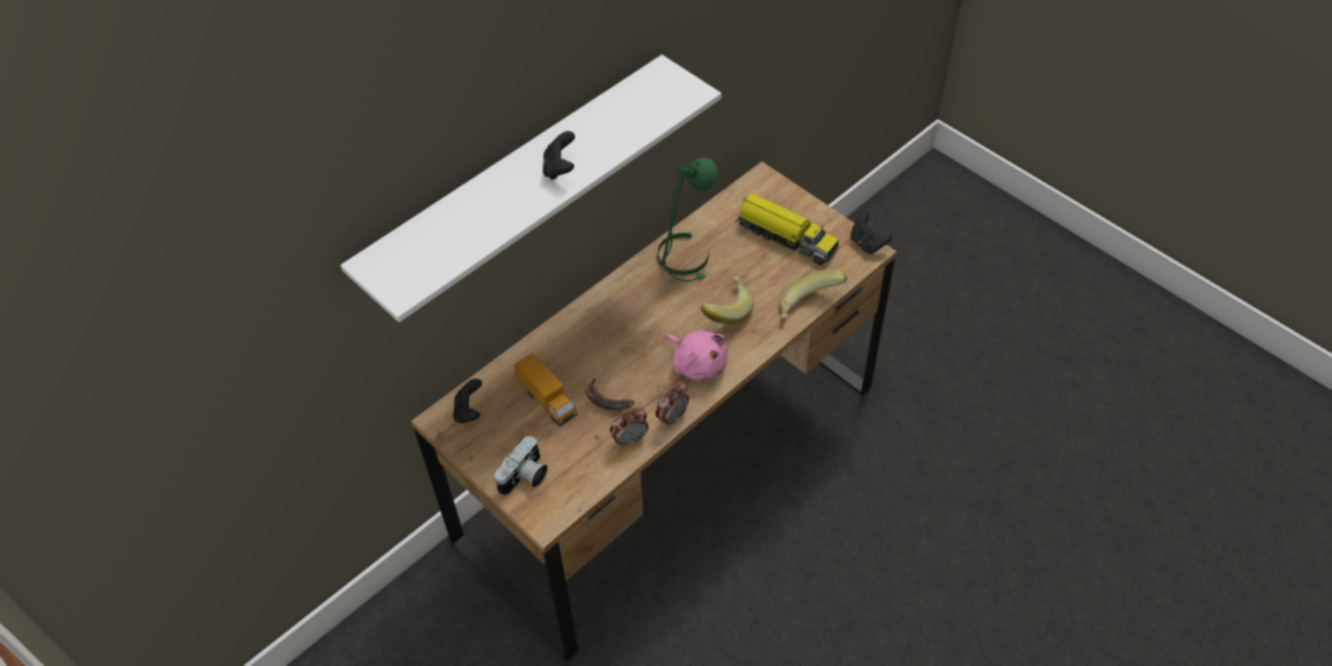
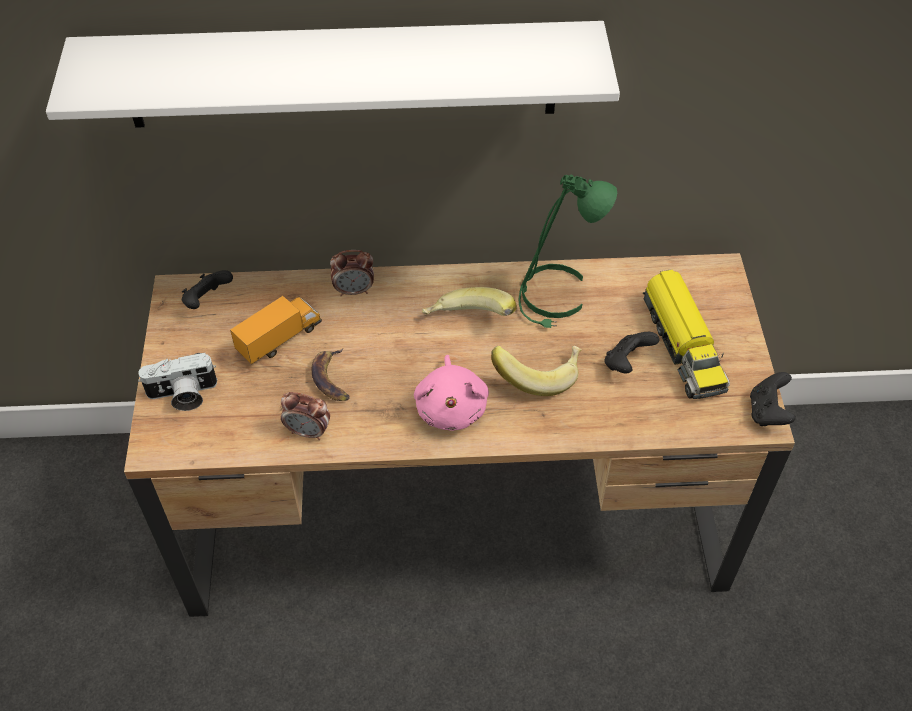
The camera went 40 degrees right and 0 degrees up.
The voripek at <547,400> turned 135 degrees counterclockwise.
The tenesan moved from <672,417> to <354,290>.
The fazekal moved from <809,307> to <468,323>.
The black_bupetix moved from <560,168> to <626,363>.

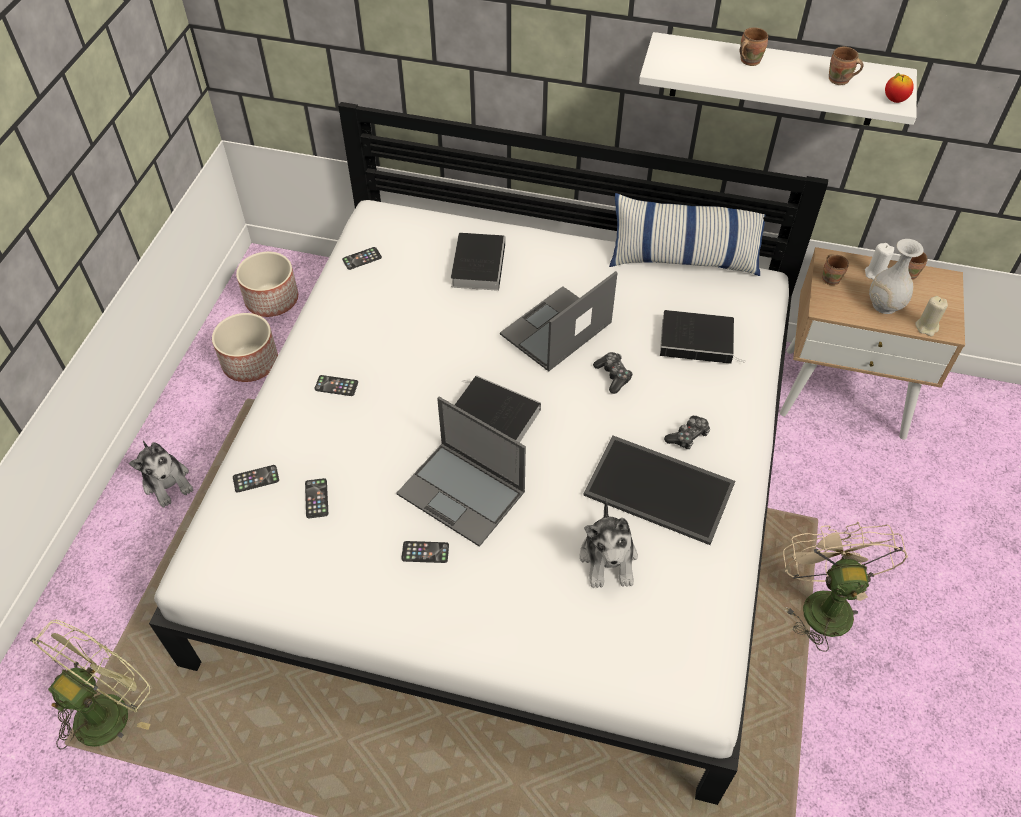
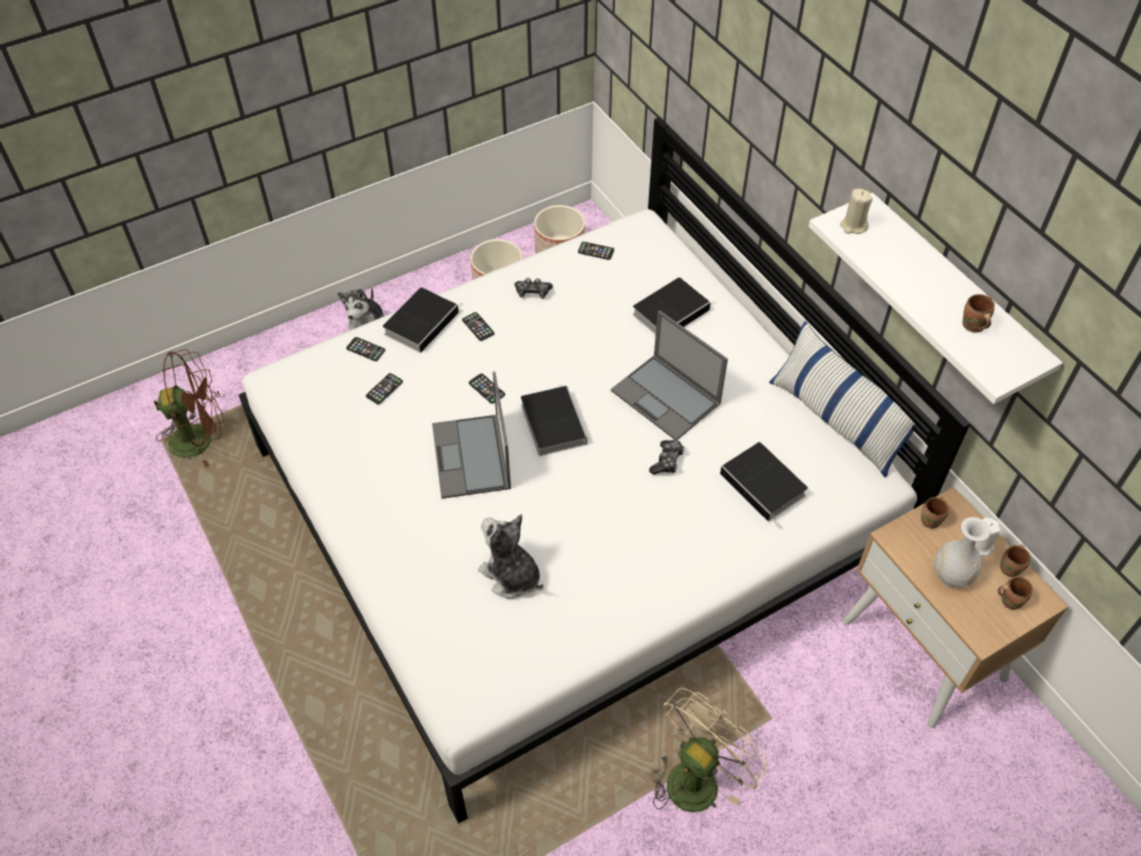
The camera went 45 degrees right and 0 degrees up.
The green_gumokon at <109,708> became the brown_gumokon at <200,438>.
The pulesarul at <422,321> appeared.
The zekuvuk moved from <425,552> to <486,389>.
The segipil at <609,558> turned 90 degrees clockwise.
The bupetix moved from <688,436> to <532,292>.
The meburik at <555,330> turned 135 degrees counterclockwise.
The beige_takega moved from <926,327> to <853,226>.
The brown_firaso moved from <748,60> to <1009,600>.
The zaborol at <661,488> disappeared.
The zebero at <894,100> disappeared.

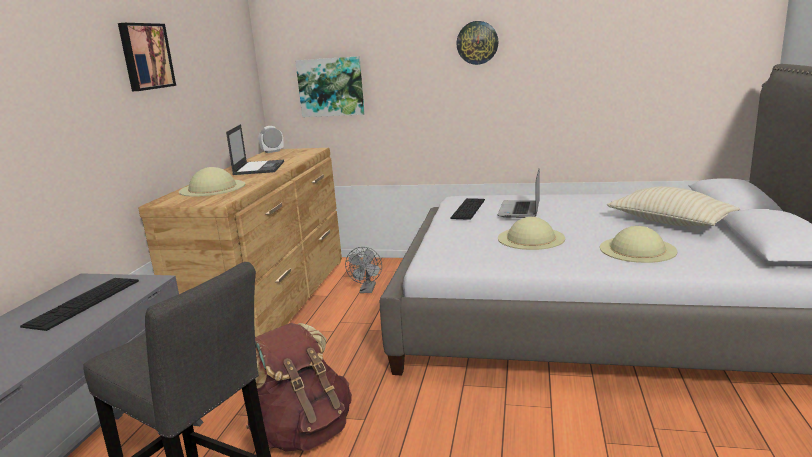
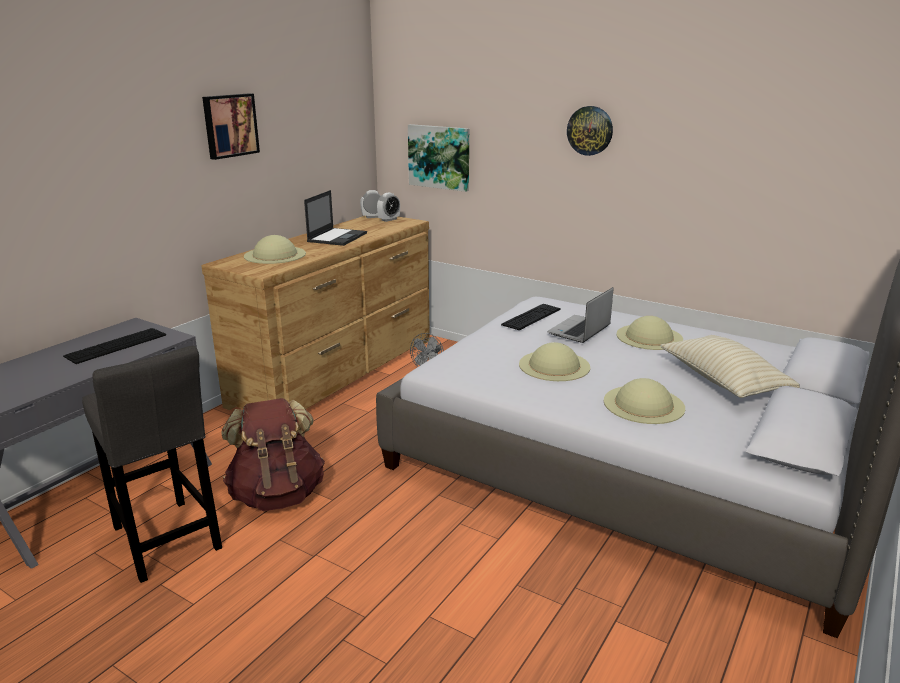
The camera went 20 degrees right and 5 degrees up.
The tenesan at <389,219> appeared.
The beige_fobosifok at <649,337> appeared.

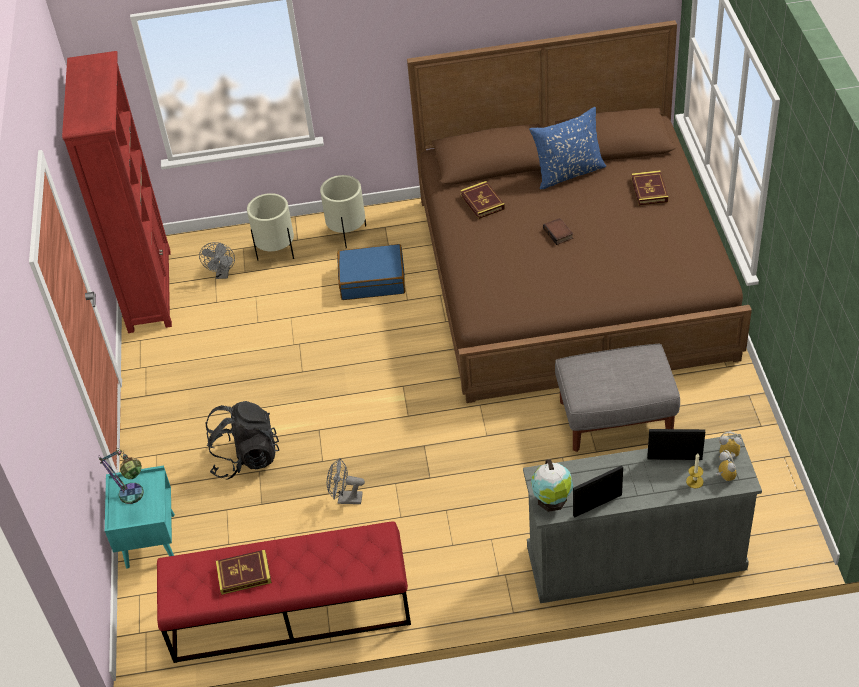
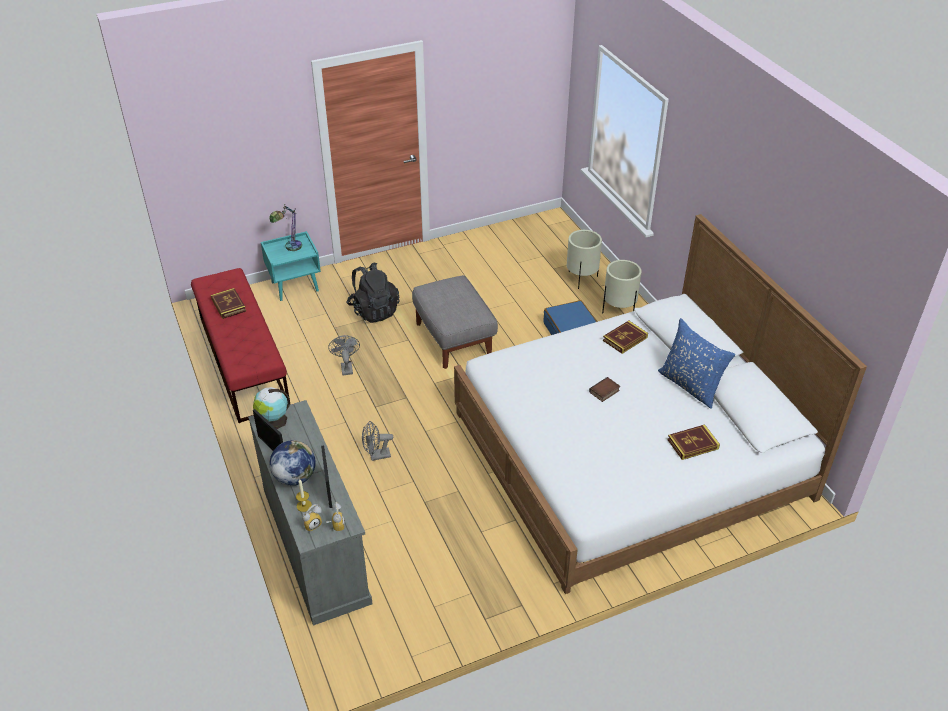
The camera went 70 degrees right and 5 degrees down.
The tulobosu at <295,477> appeared.
The grey_gumokon moved from <223,274> to <376,456>.
The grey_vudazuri moved from <616,418> to <454,339>.
The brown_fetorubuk at <571,275> became the white_fetorubuk at <629,453>.
The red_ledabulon at <149,290> disappeared.

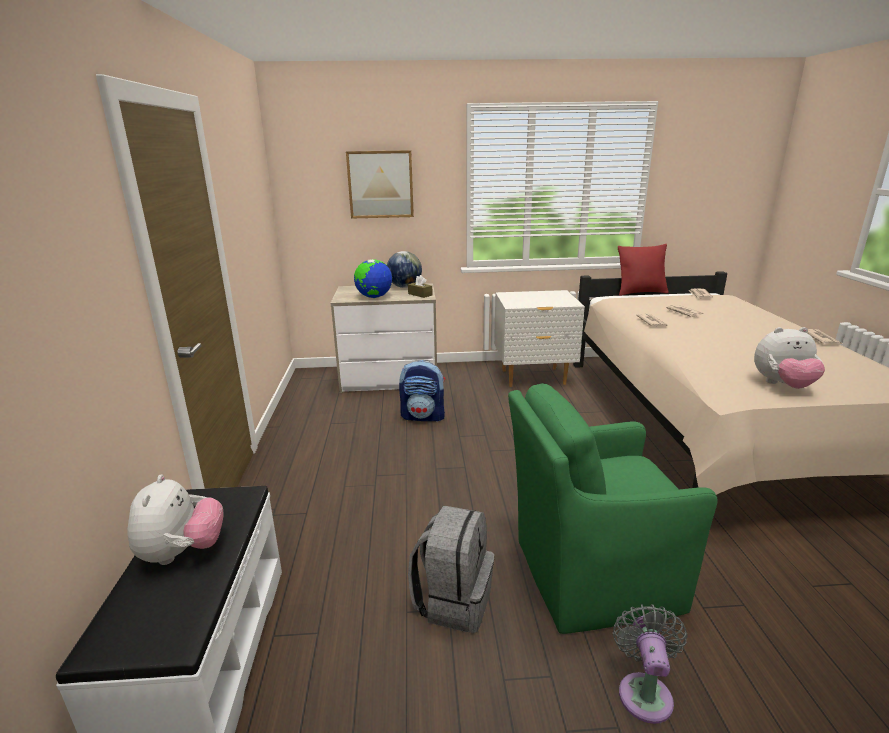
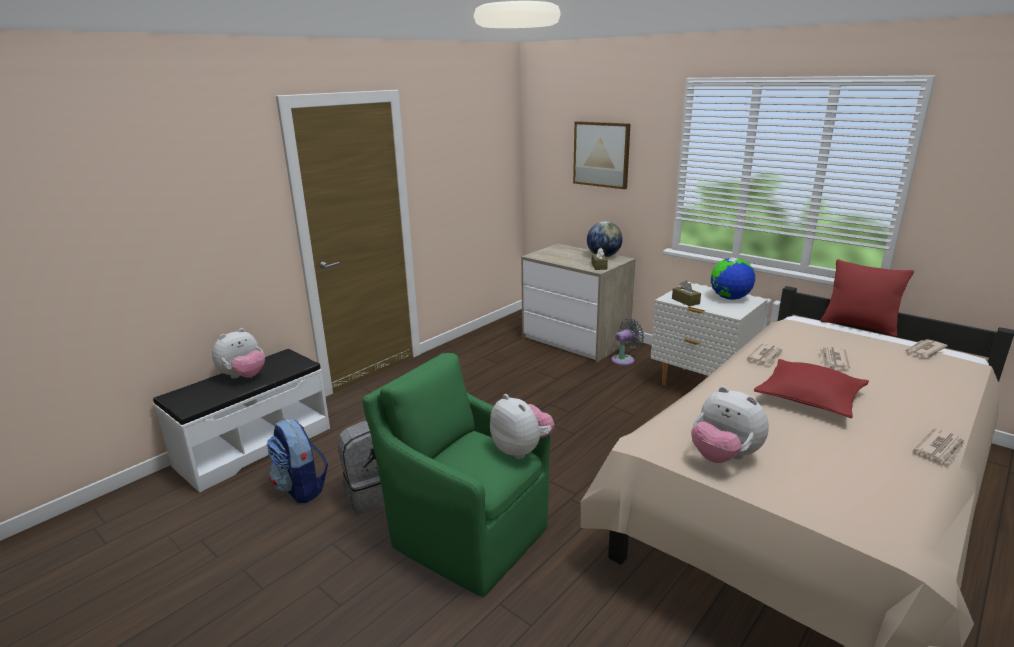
The camera went 45 degrees right and 0 degrees up.
The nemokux moved from <423,416> to <301,488>.
The segipil at <521,450> appeared.
The grey_gumokon moved from <644,691> to <624,359>.
The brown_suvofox at <685,301> appeared.
The tulobosu moved from <374,297> to <730,298>.
The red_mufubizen at <809,398> appeared.

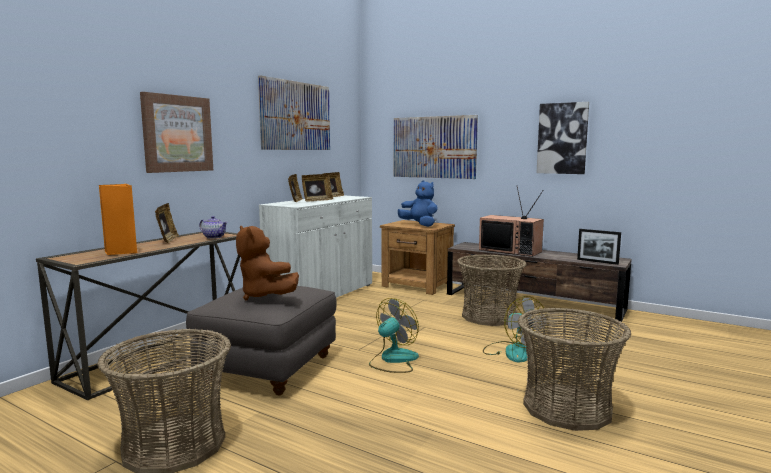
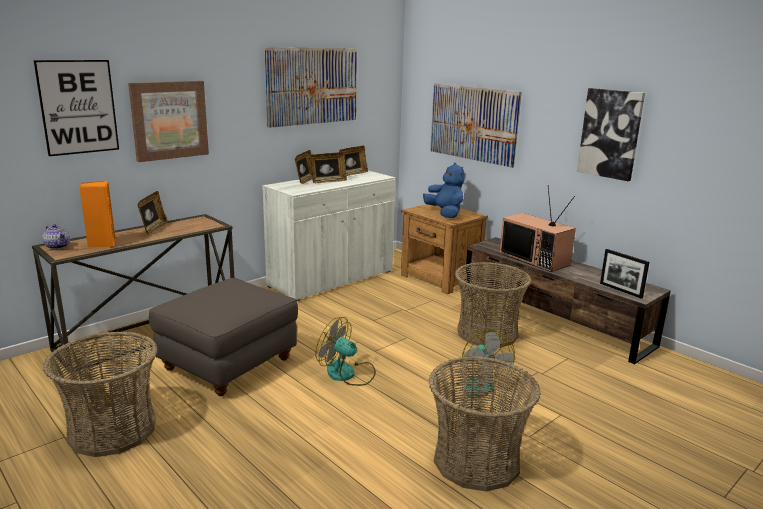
The camera went 15 degrees right and 10 degrees up.
The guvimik at <78,107> appeared.
The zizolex moved from <214,237> to <57,246>.
The gumokon at <393,360> turned 120 degrees counterclockwise.
The brown_segipil at <265,296> disappeared.

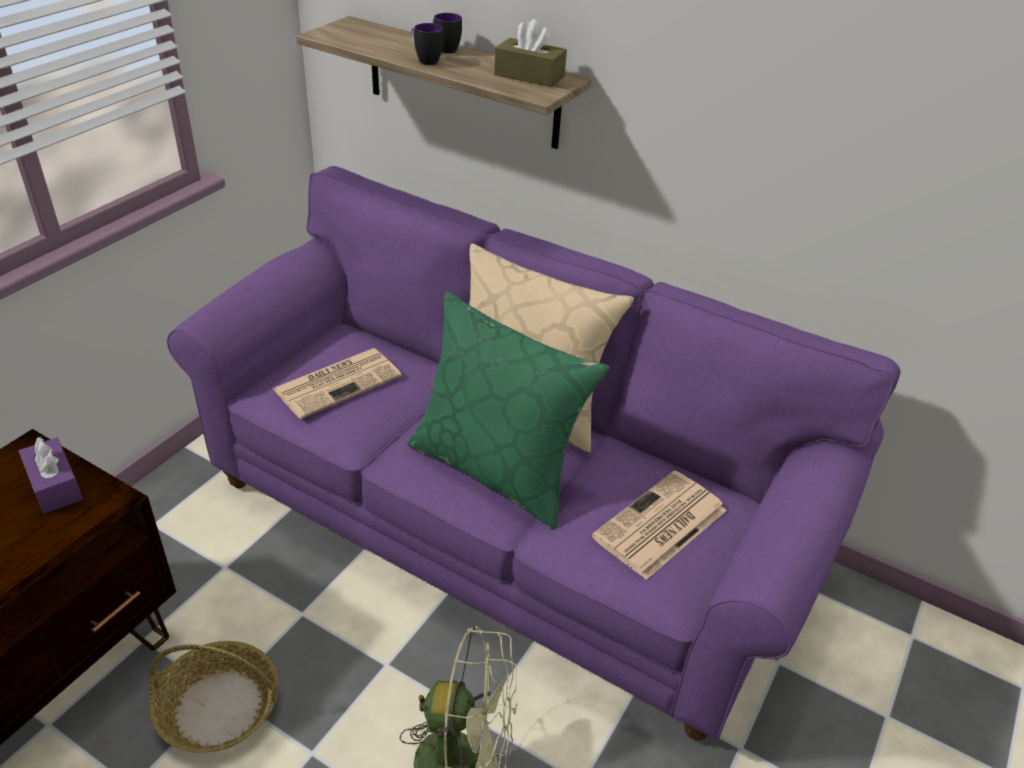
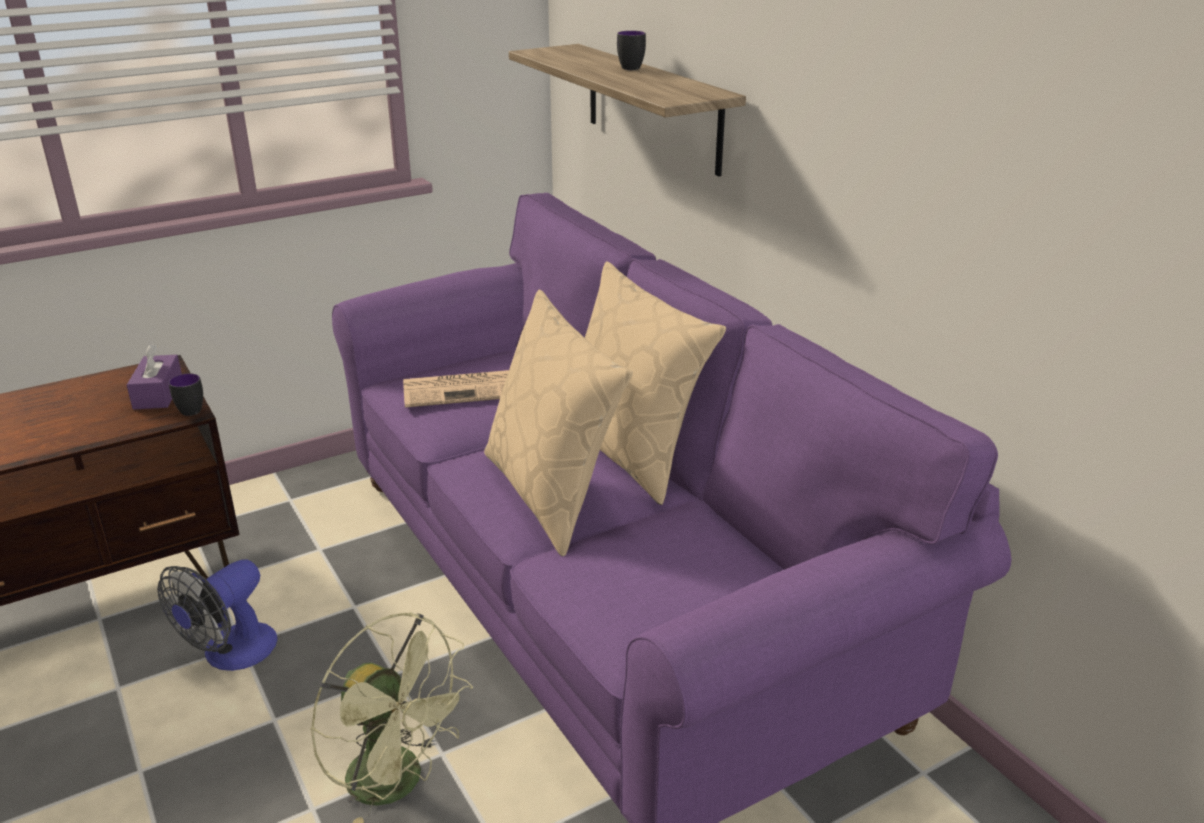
The camera went 30 degrees right and 10 degrees down.
The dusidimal at <220,707> was replaced by the gumokon at <230,654>.
The firaso moved from <425,60> to <191,408>.
The green_mufubizen at <496,469> became the beige_mufubizen at <552,493>.
The brown_suvofox at <529,76> disappeared.
The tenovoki at <659,525> disappeared.

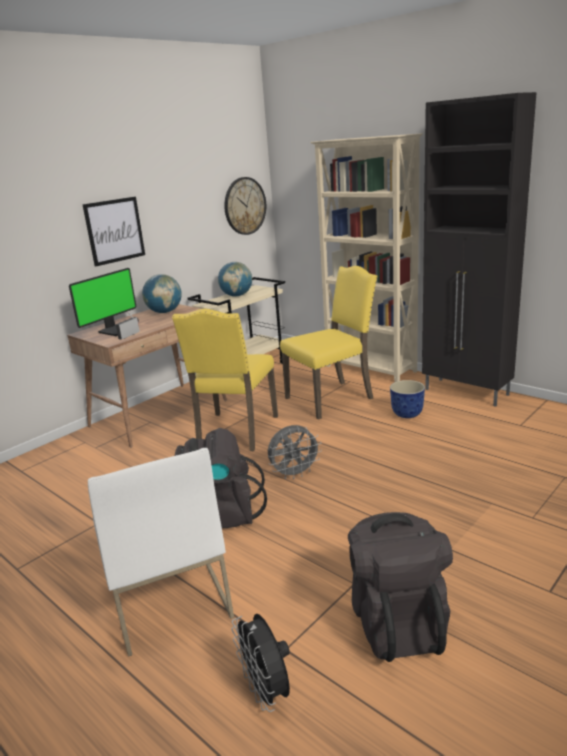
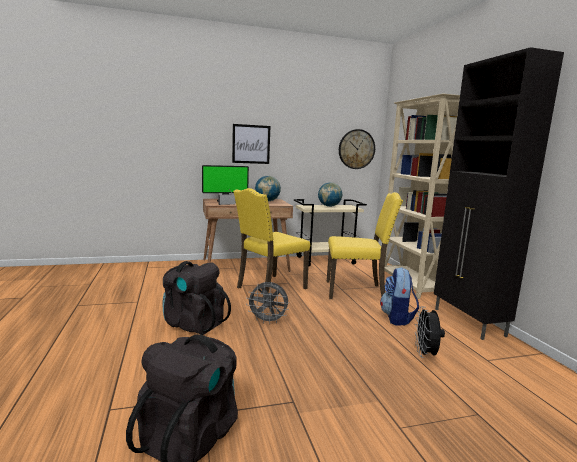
The camera went 30 degrees right and 10 degrees down.
The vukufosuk at <407,414> was replaced by the nemokux at <397,318>.
The black_gumokon moved from <267,691> to <426,354>.
The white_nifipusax at <168,598> disappeared.

